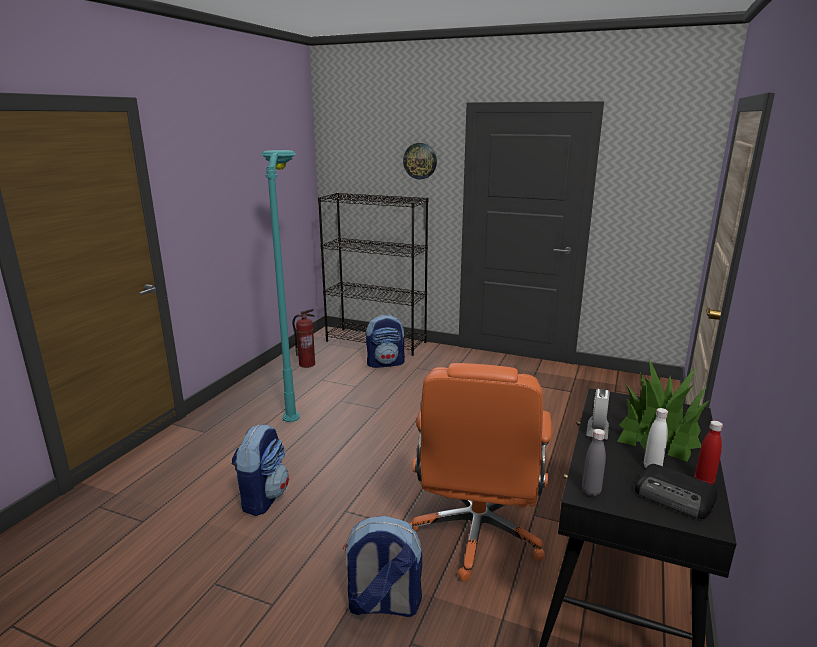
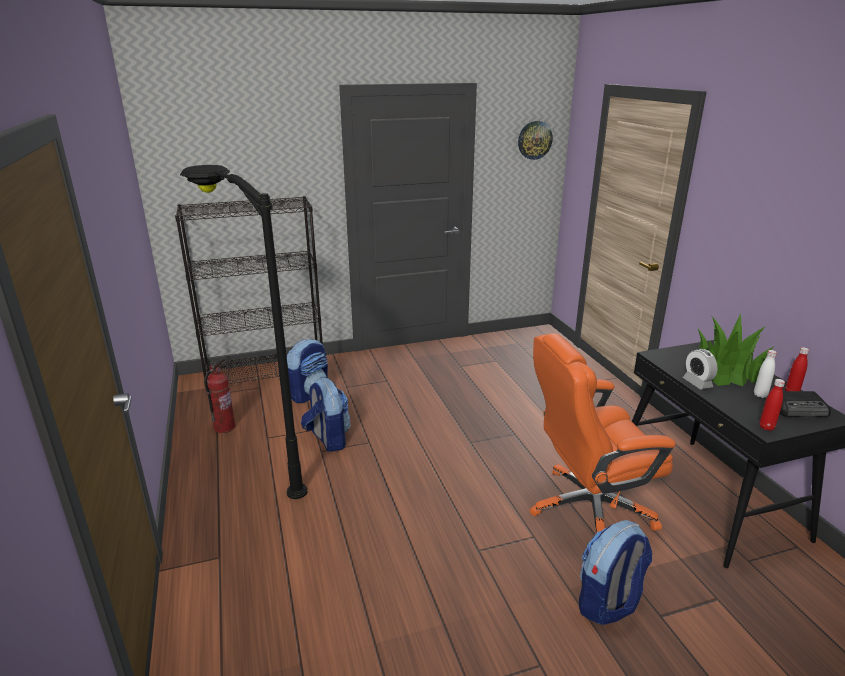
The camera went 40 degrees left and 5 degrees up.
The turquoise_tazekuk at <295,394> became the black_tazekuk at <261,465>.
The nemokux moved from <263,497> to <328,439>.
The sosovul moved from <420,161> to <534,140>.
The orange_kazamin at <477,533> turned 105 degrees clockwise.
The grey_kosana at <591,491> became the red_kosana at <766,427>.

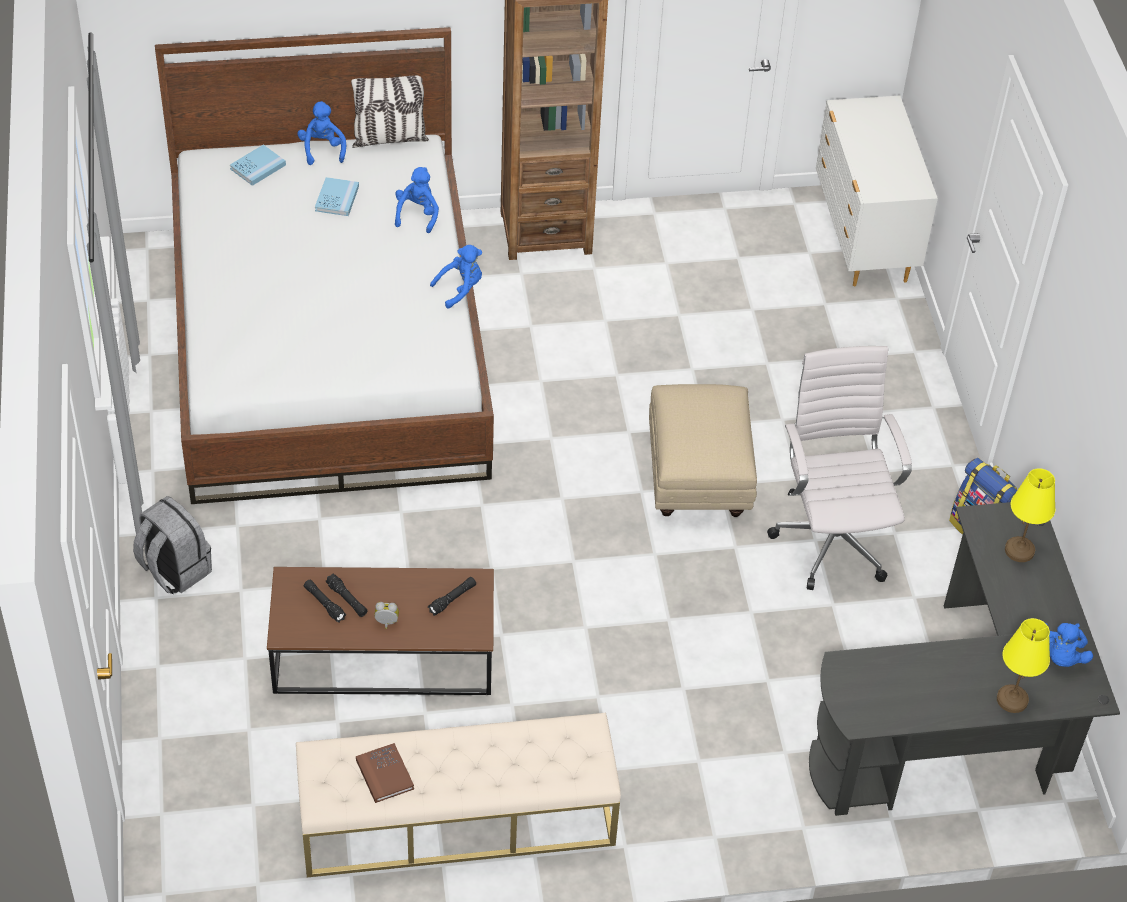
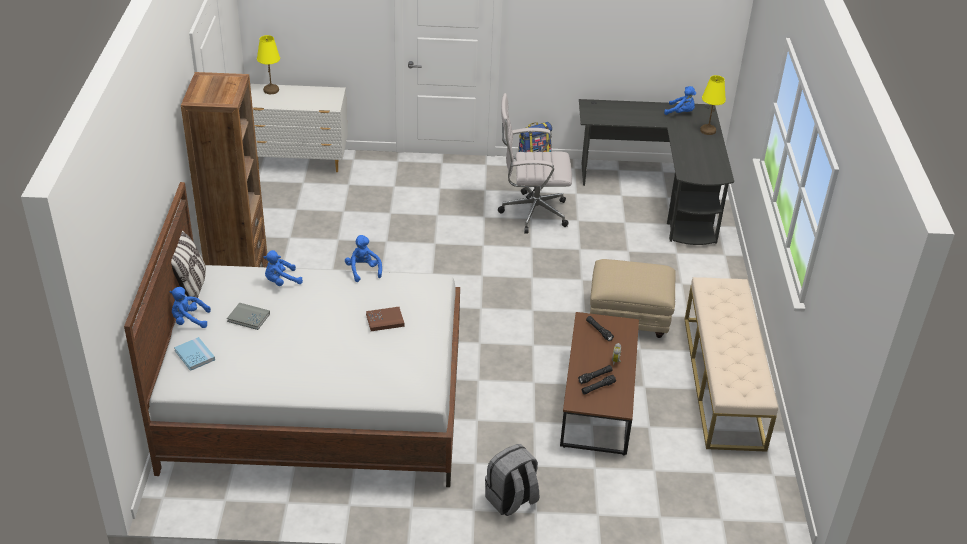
The camera went 80 degrees left and 10 degrees down.
The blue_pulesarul at <337,198> became the grey_pulesarul at <248,317>.
The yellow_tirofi moved from <1020,550> to <271,90>.
The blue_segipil at <417,214> turned 45 degrees counterclockwise.
The brown_pulesarul moved from <384,774> to <385,320>.
The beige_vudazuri moved from <698,479> to <629,318>.

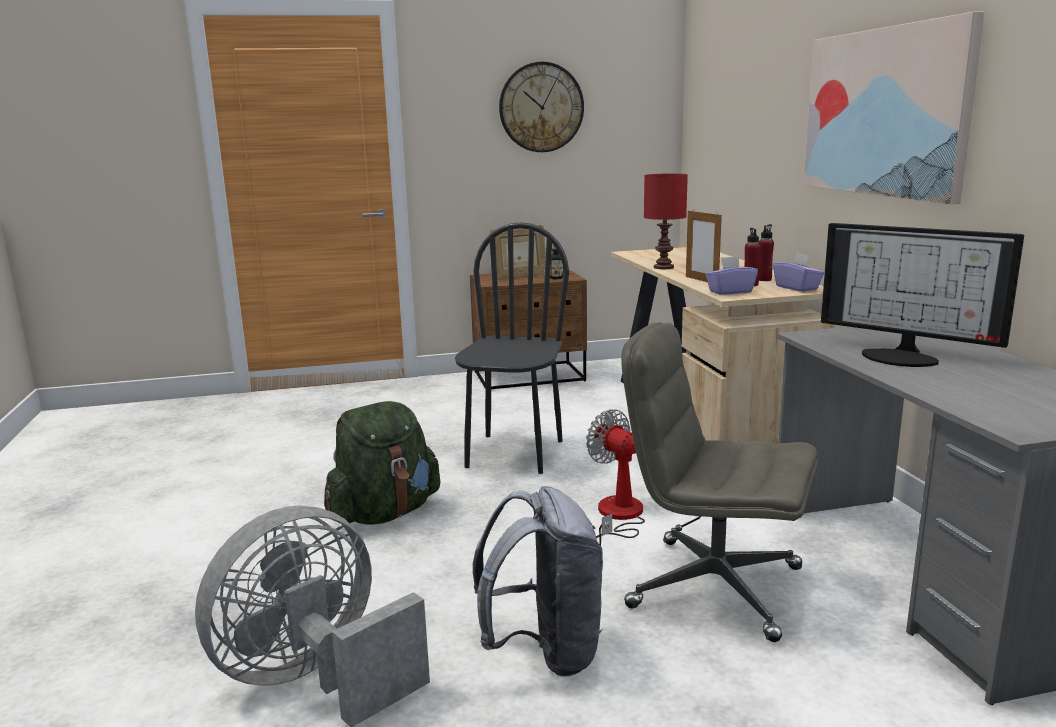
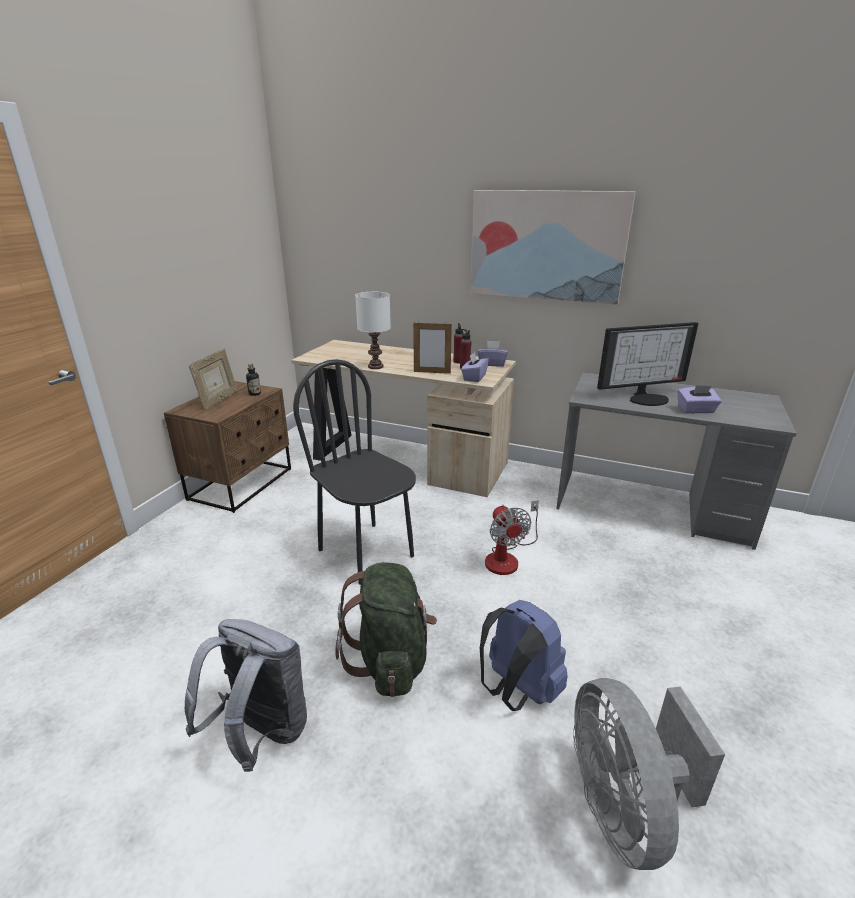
The camera went 55 degrees left and 10 degrees up.
The grey_nemokux moved from <545,651> to <261,734>.
The red_tirofi at <662,267> became the white_tirofi at <375,367>.
The blue_nemokux at <517,691> appeared.
The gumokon at <617,517> turned 105 degrees counterclockwise.
The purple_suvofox at <696,410> appeared.
The sosovul at <541,107> disappeared.
The grey_kazamin at <713,587> disappeared.

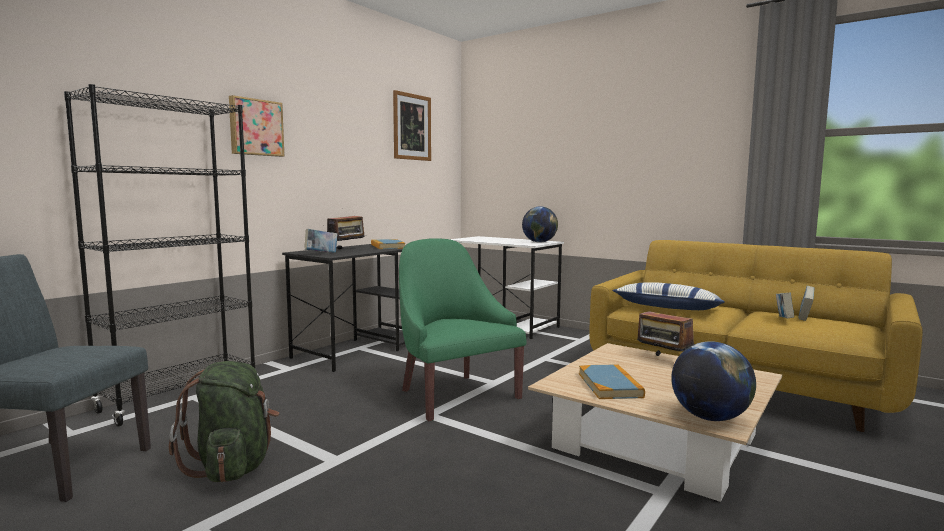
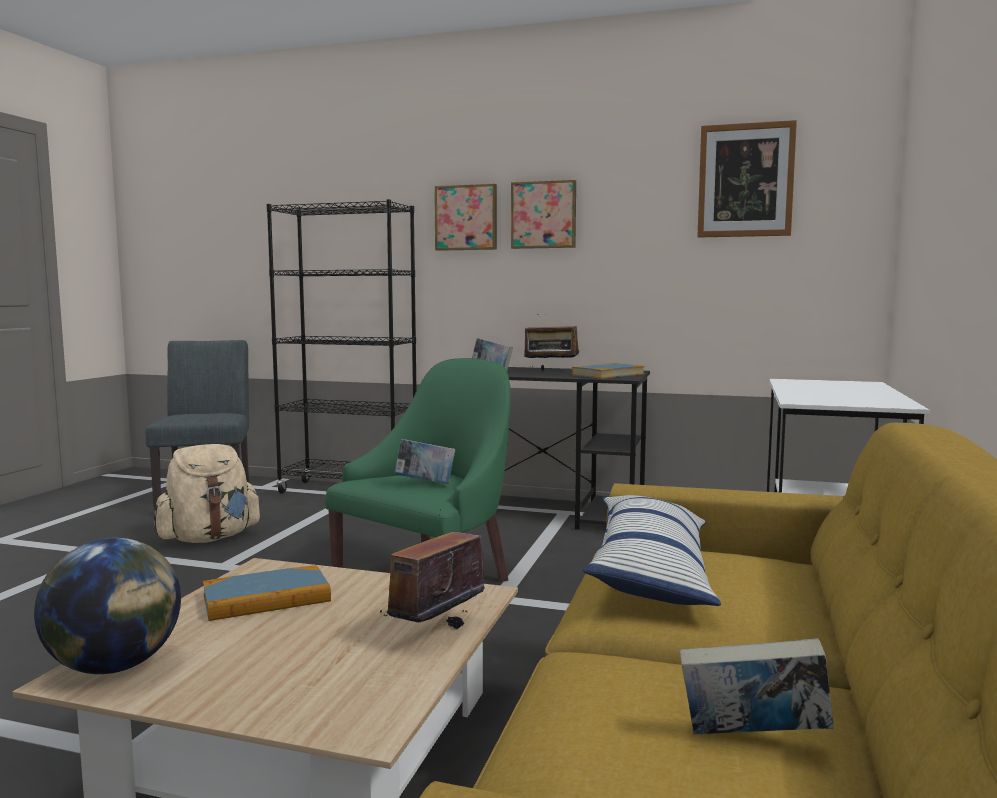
The camera went 70 degrees right and 0 degrees up.
The green_nemokux at <233,466> became the beige_nemokux at <209,538>.
The pulesarul moved from <783,320> to <425,483>.
The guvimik at <544,215> appeared.
The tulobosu at <539,242> disappeared.

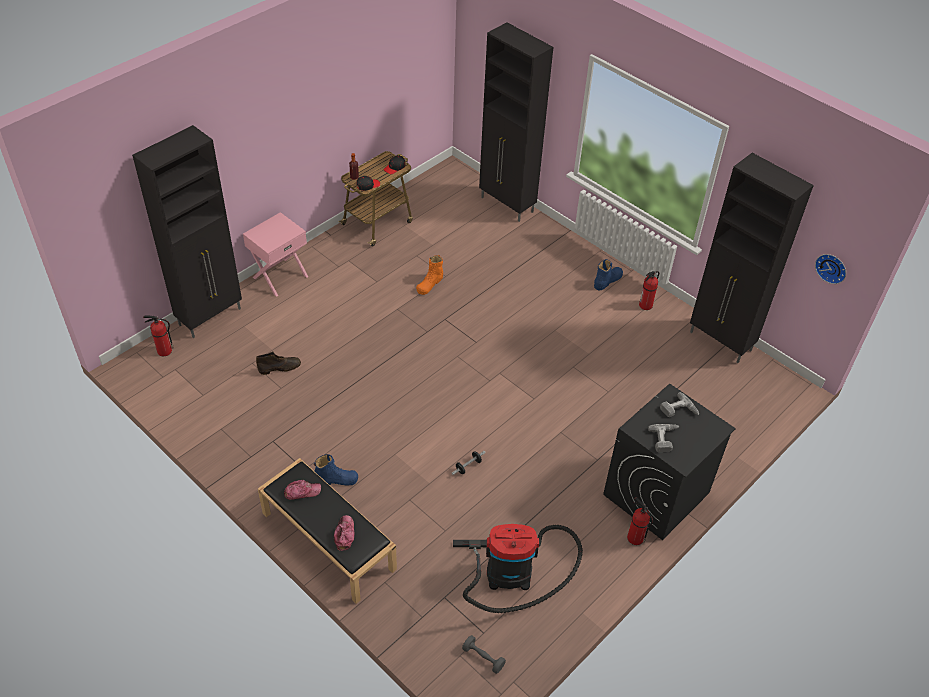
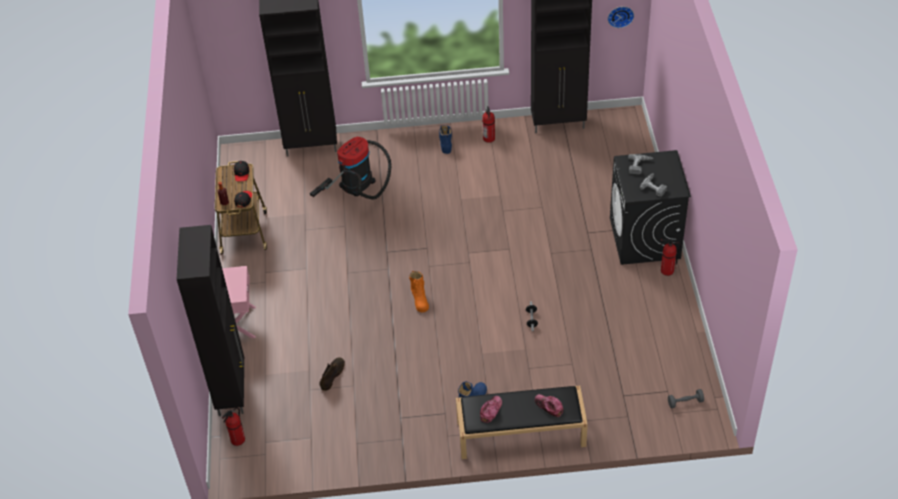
The camera went 45 degrees left and 0 degrees up.
The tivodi moved from <514,572> to <359,181>.
The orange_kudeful moved from <430,284> to <419,299>.

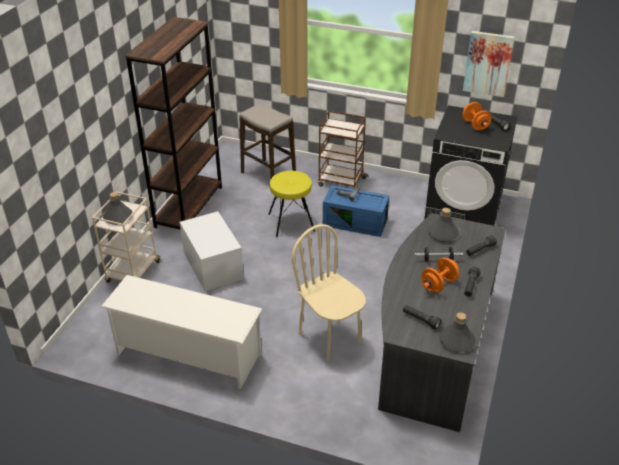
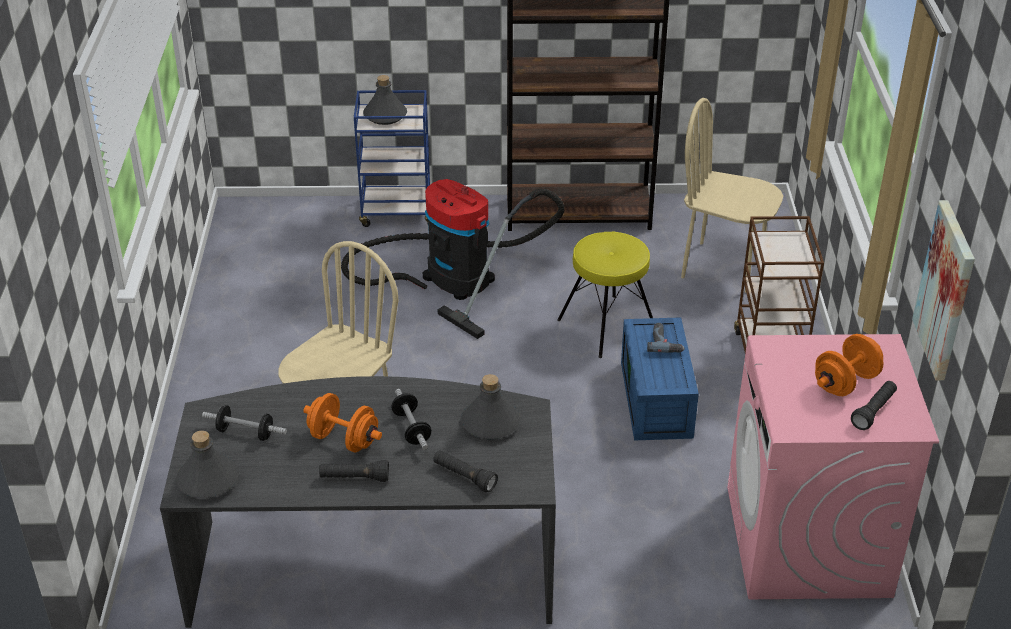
The camera went 70 degrees right and 0 degrees up.
The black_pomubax at <420,320> was replaced by the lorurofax at <245,433>.
The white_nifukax at <213,265> was replaced by the tivodi at <451,276>.
The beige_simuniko at <133,272> became the blue_simuniko at <397,212>.
The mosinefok at <268,175> was replaced by the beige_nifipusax at <723,267>.
The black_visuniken at <464,208> became the pink_visuniken at <807,542>.
The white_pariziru at <187,354> disappeared.

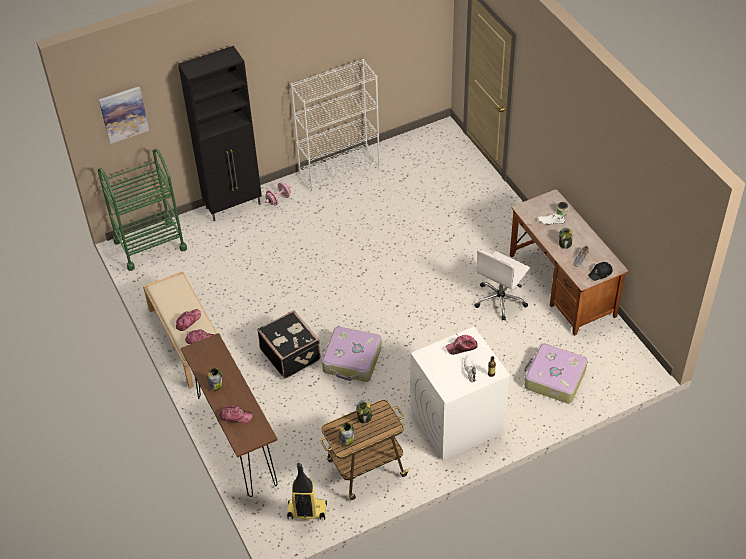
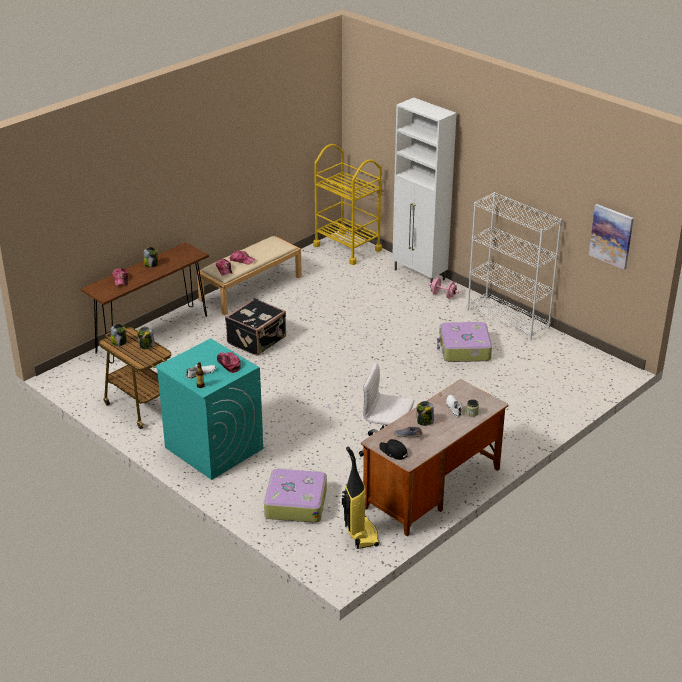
The camera went 70 degrees right and 15 degrees down.
The white_visuniken at <456,422> became the turquoise_visuniken at <213,448>.
The green_simuniko at <150,245> became the yellow_simuniko at <347,248>.
The tivodi moved from <306,511> to <360,534>.
The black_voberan at <234,206> became the white_voberan at <419,275>.
The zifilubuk moved from <352,360> to <464,349>.
The guvimik moved from <123,114> to <611,236>.

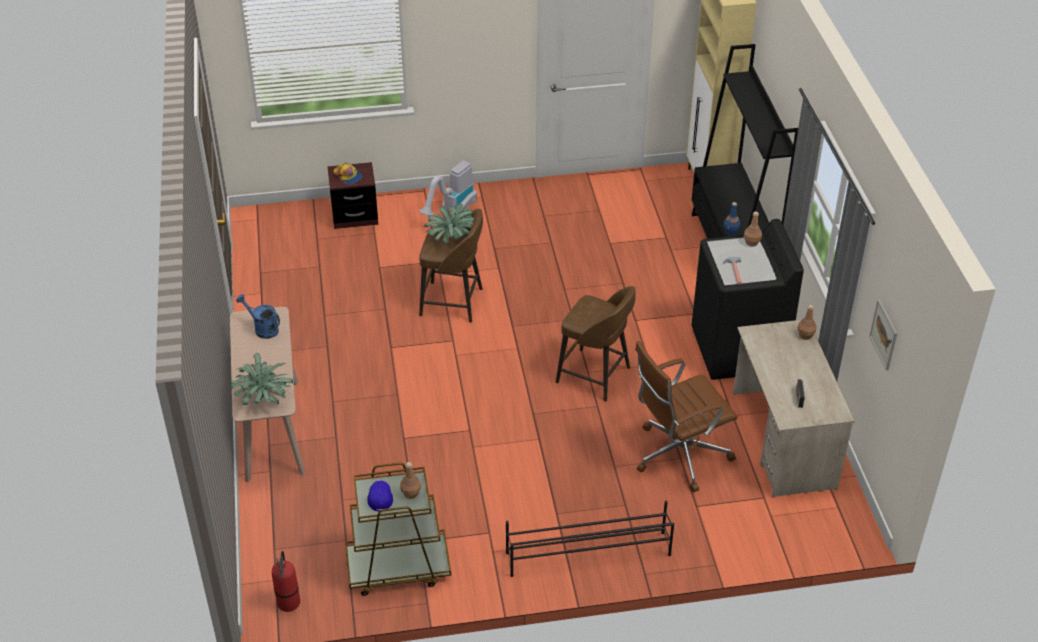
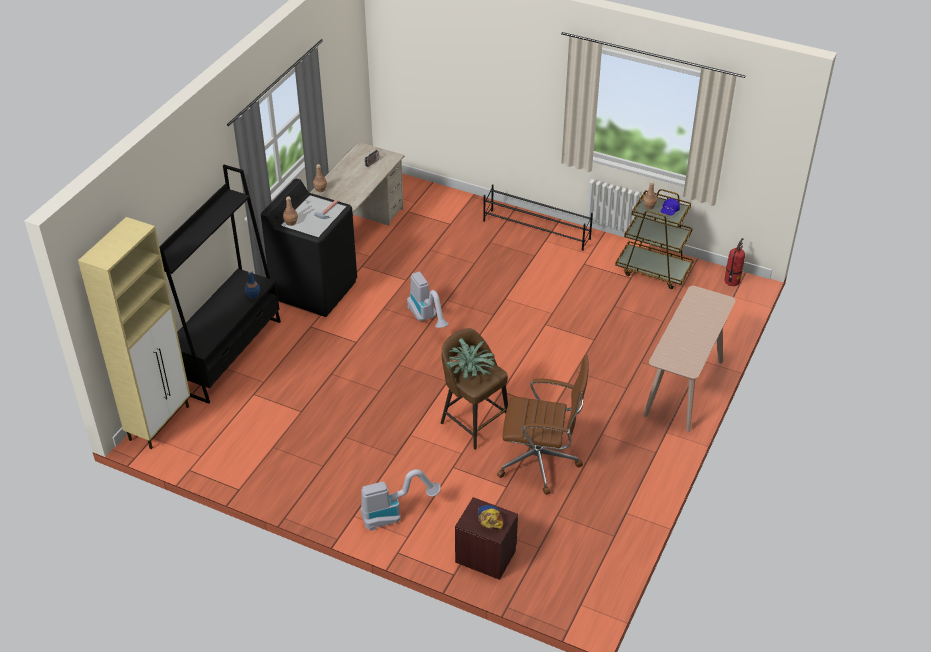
The camera went 145 degrees left and 0 degrees up.
The brown_mosinefok at <595,376> was replaced by the tivodi at <427,318>.
The brown_kazamin moved from <678,455> to <541,462>.
The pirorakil at <264,398> disappeared.
The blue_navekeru at <262,328> disappeared.
The guvimik at <884,334> disappeared.

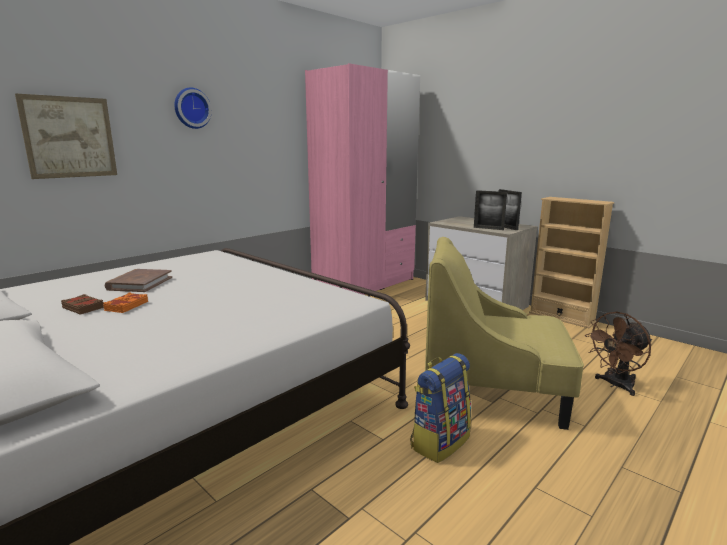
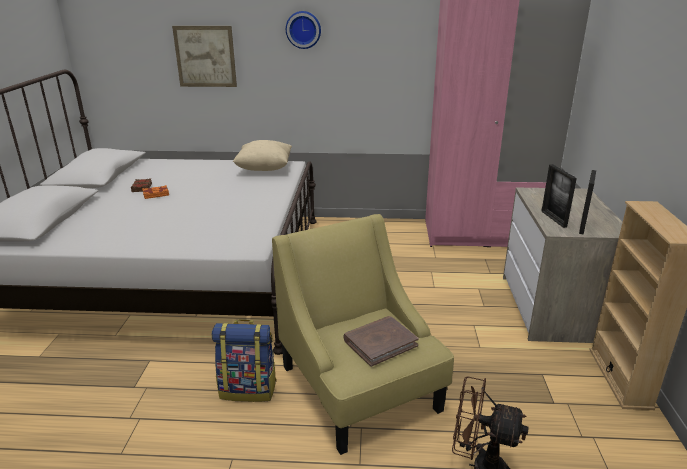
The camera went 50 degrees right and 10 degrees up.
The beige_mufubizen at <264,169> appeared.
The brown_pulesarul moved from <140,283> to <380,343>.

